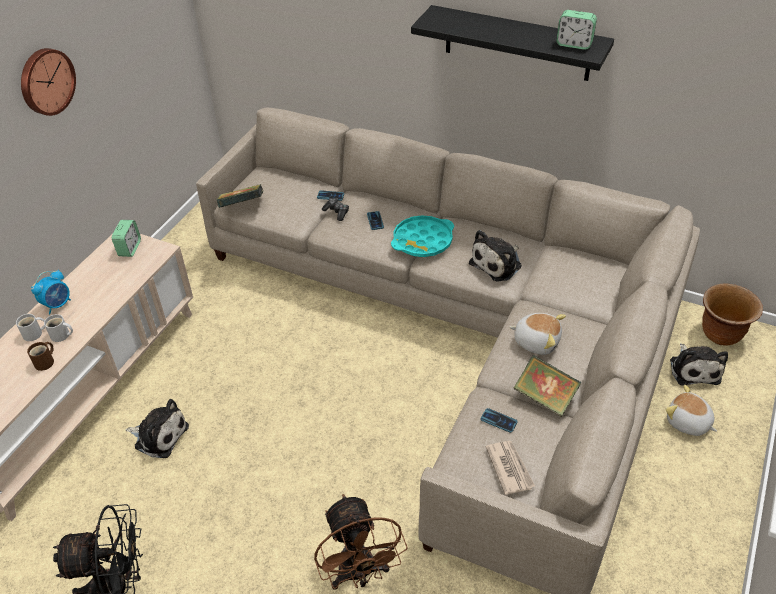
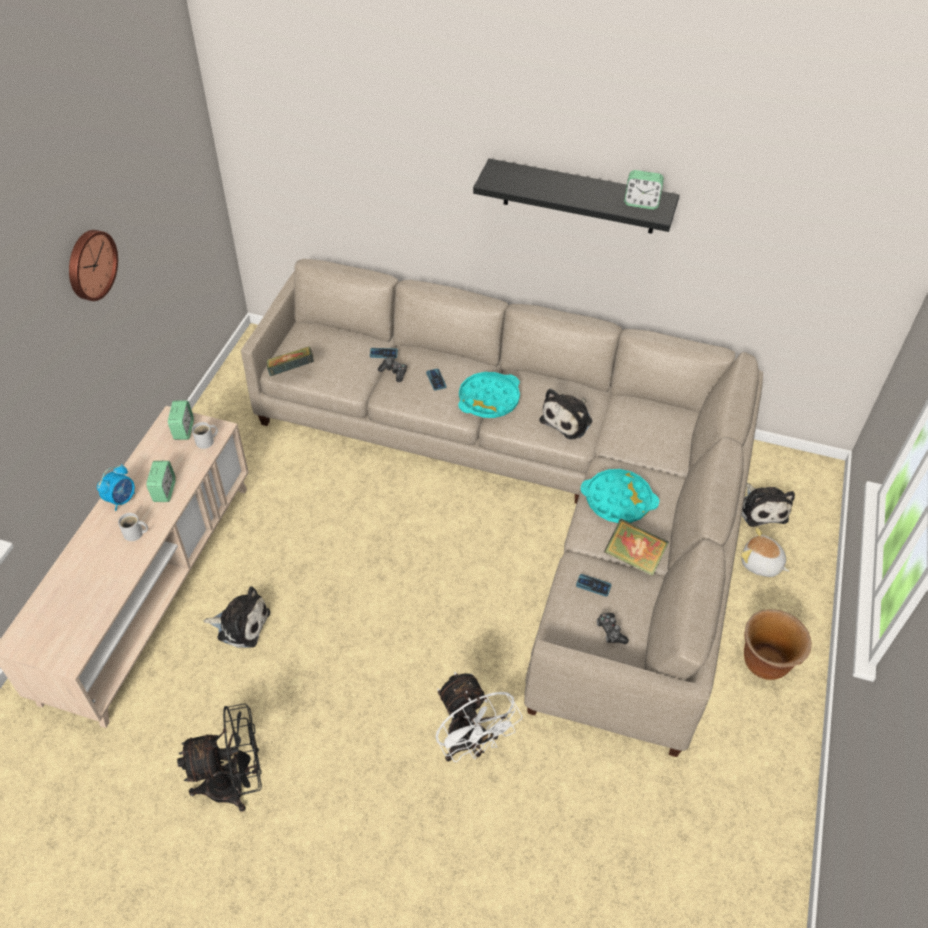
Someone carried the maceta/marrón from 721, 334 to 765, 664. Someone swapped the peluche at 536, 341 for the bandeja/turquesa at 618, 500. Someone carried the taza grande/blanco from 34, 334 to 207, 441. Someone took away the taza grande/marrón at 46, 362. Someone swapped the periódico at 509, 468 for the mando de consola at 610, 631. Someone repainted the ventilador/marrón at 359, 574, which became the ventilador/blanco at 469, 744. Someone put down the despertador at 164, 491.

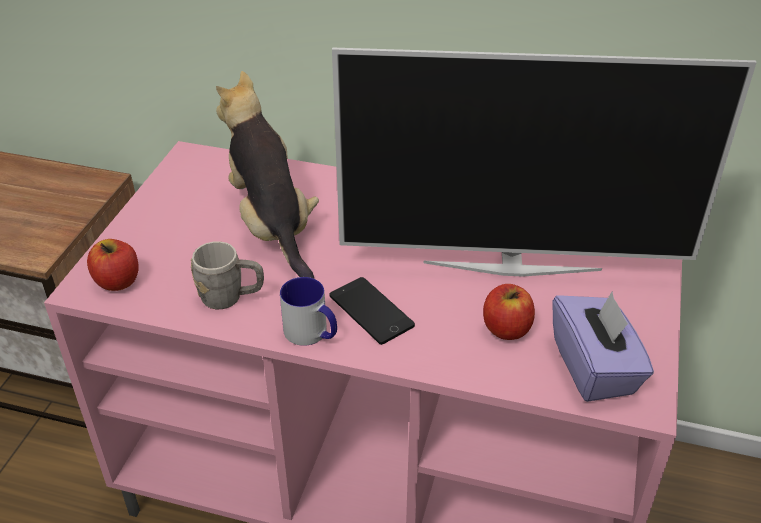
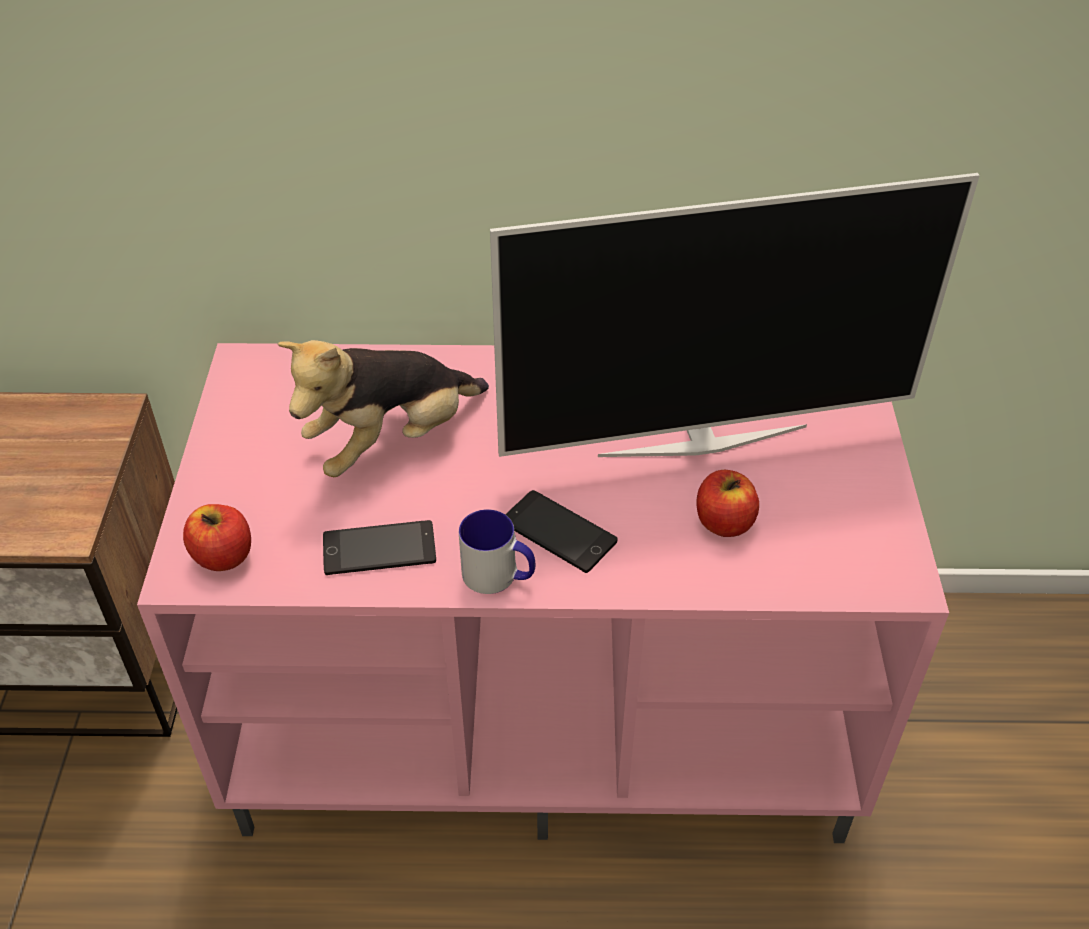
Someone rotated the peluche at 272, 225 by 90 degrees counterclockwise. Someone swapped the taza grande/gris at 231, 297 for the móvil at 379, 549. Someone took away the caja de pañuelos/morado at 594, 368.

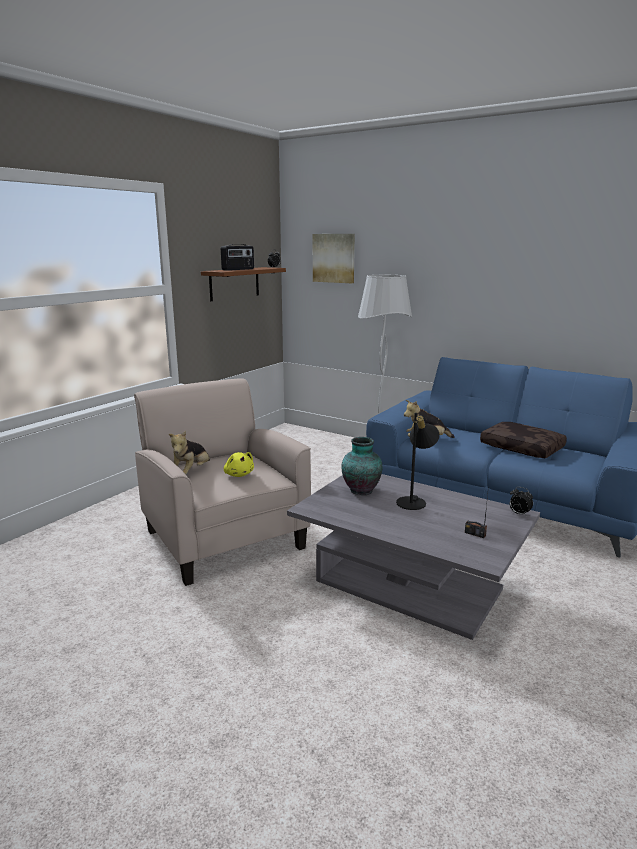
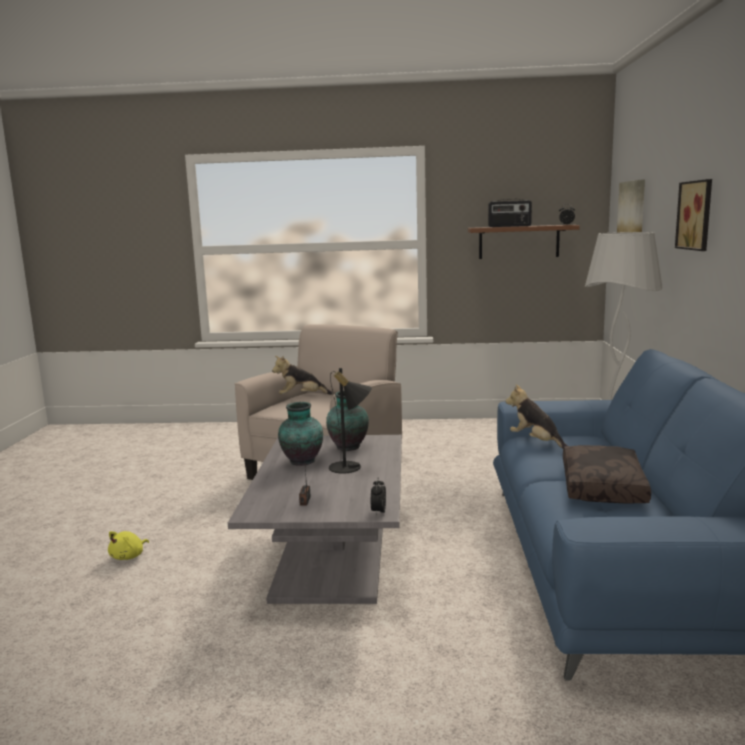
Someone carried the peluche/amarillo from 239, 474 to 129, 556. Someone put up the cuadro at 697, 215. Someone put down the florero at 301, 462.

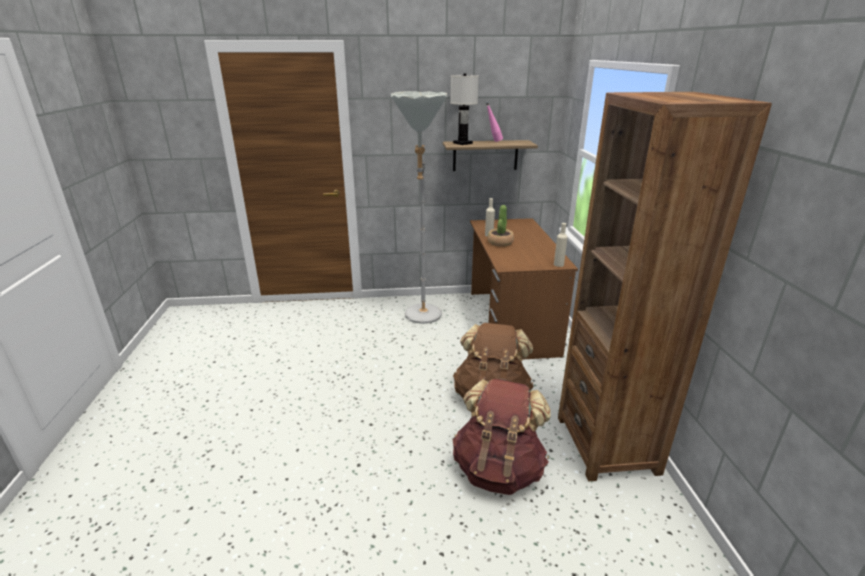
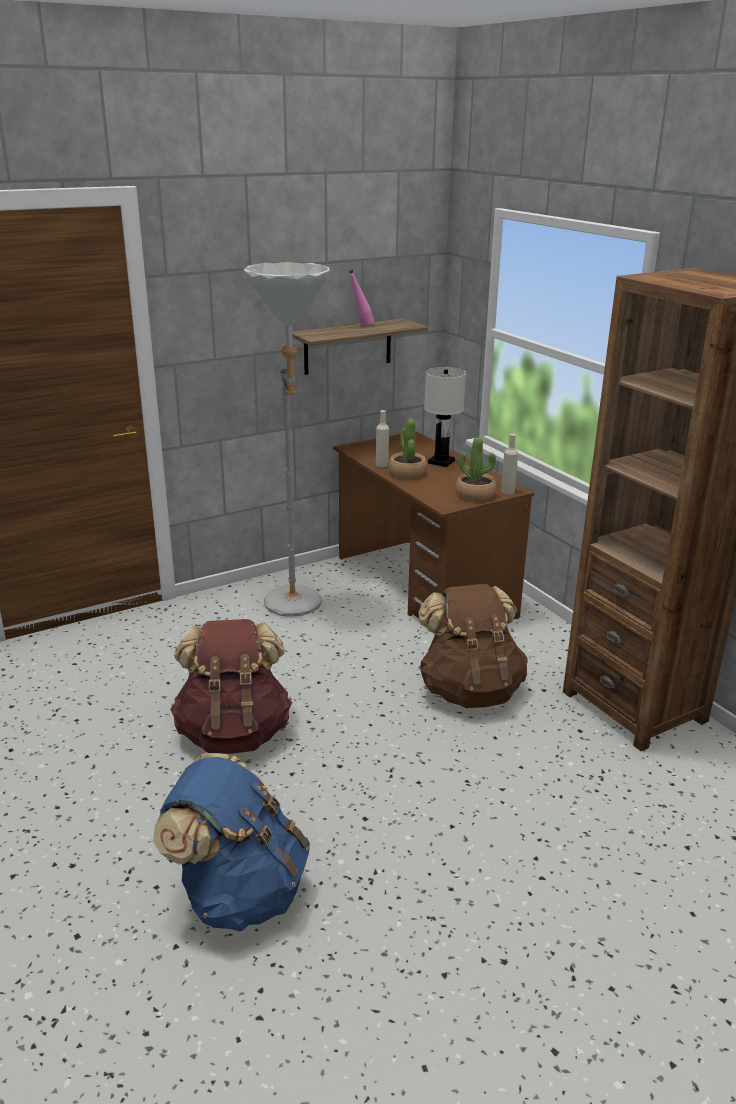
Someone carried the lámpara de mesa/blanco from 462, 143 to 440, 462. Someone carried the mochila/marrón from 498, 469 to 234, 733. Someone put down the planta en maceta at 475, 494. Someone put down the mochila/azul at 239, 892.

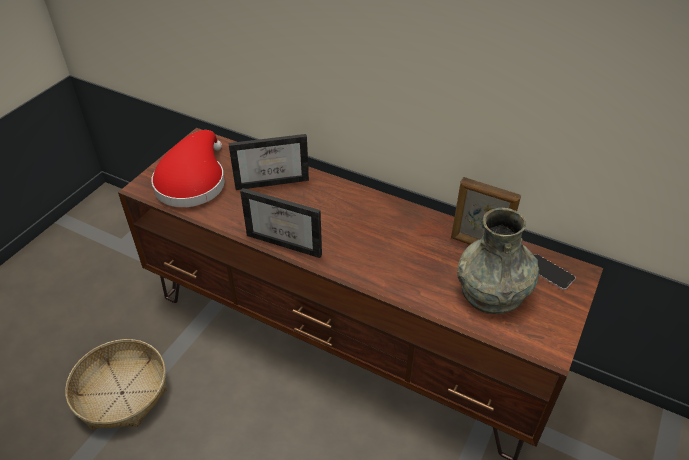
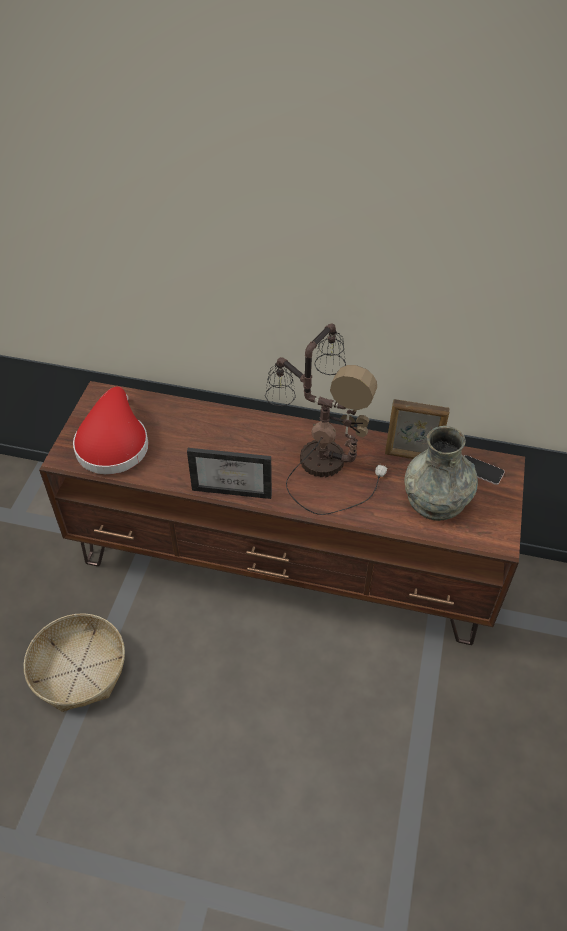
Someone took away the portarretratos at 273, 179. Someone put down the lámpara de mesa at 320, 458.

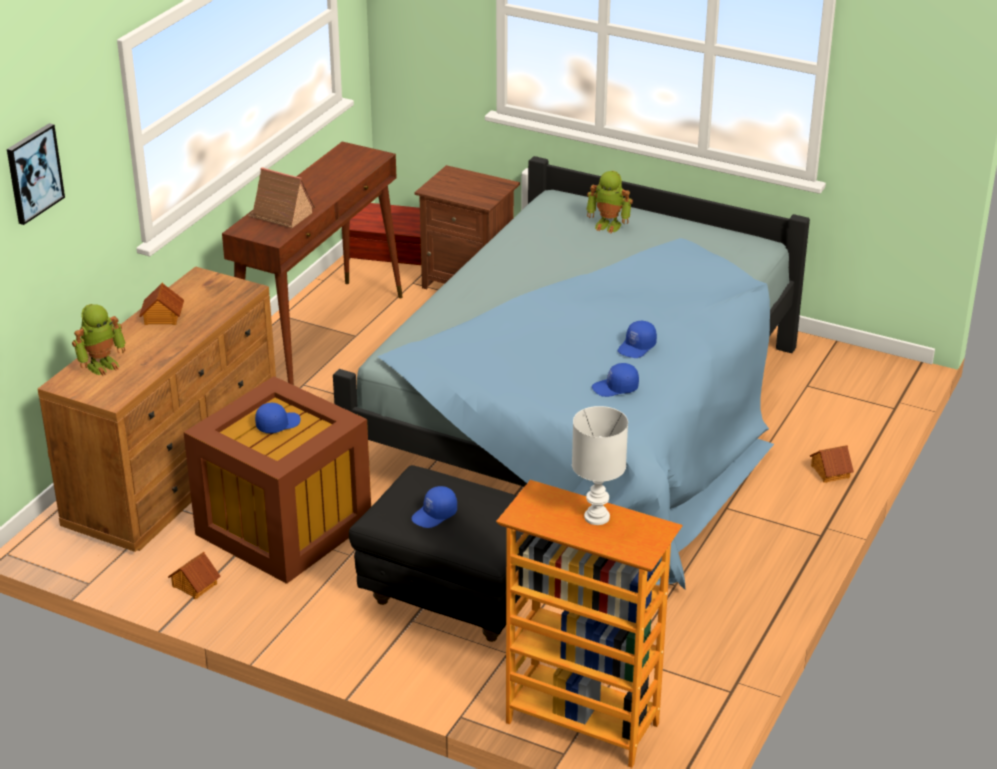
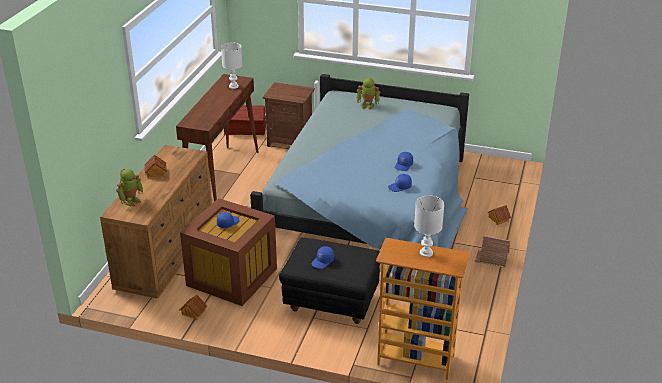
Someone took away the cuadro at 33, 173. Someone carried the casita from 281, 215 to 492, 259. Someone put down the lámpara de mesa/blanco at 233, 86.

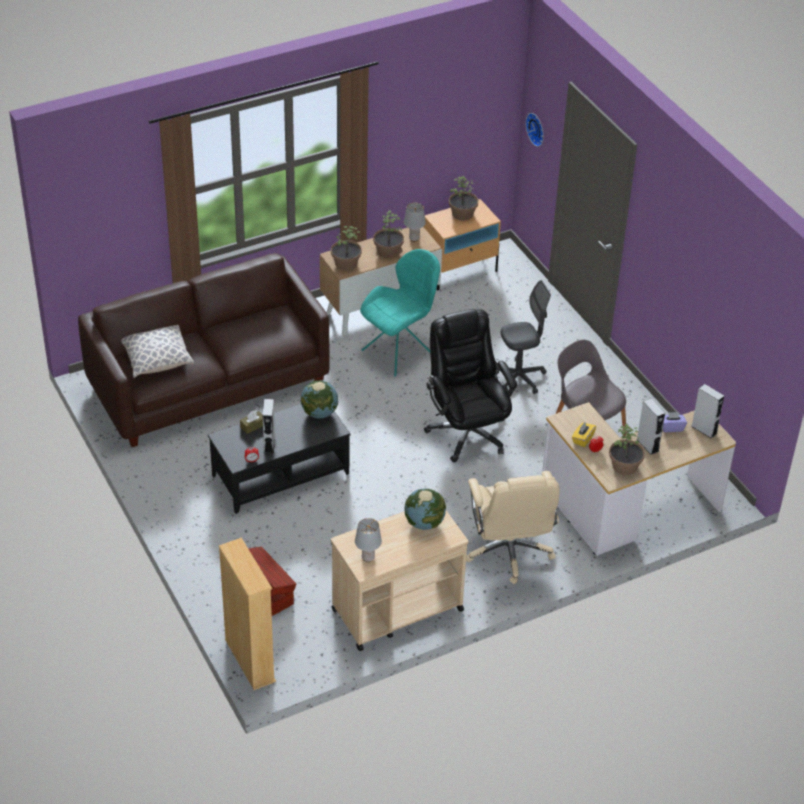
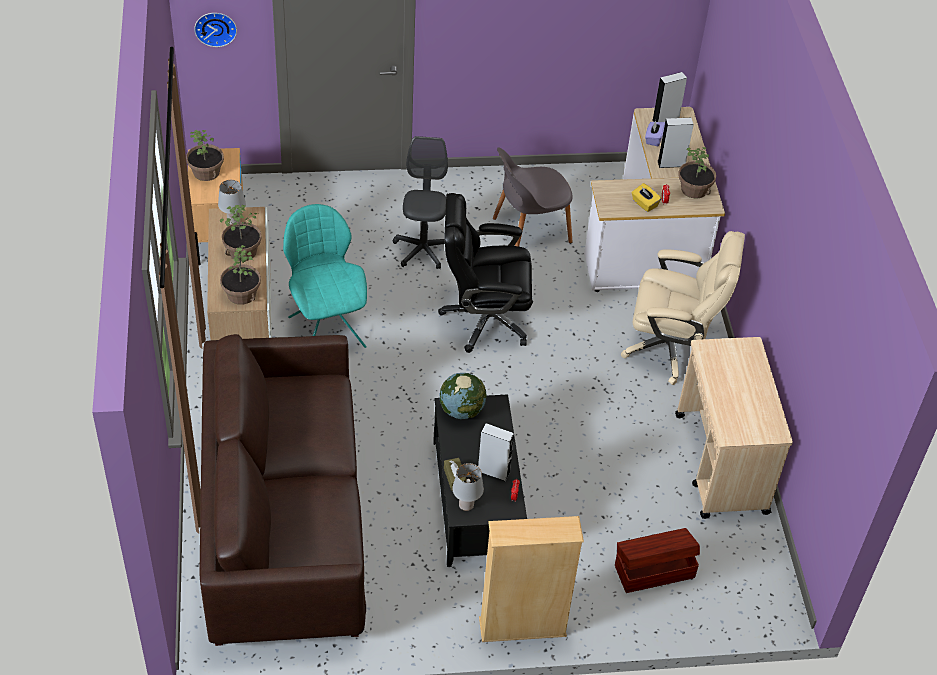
Someone took away the cojín at 157, 360. Someone took away the globo terráqueo at 424, 523. Someone carried the lámpara de mesa/gris from 368, 558 to 466, 505. Someone carried the estantería/beis from 249, 660 to 522, 627.

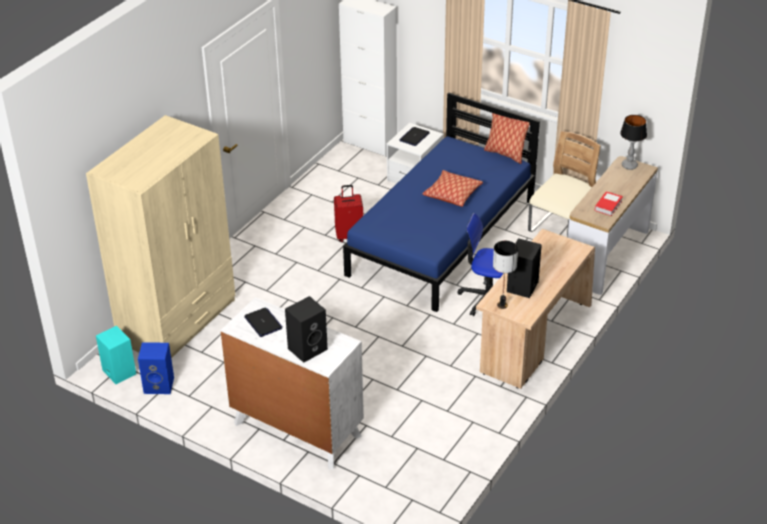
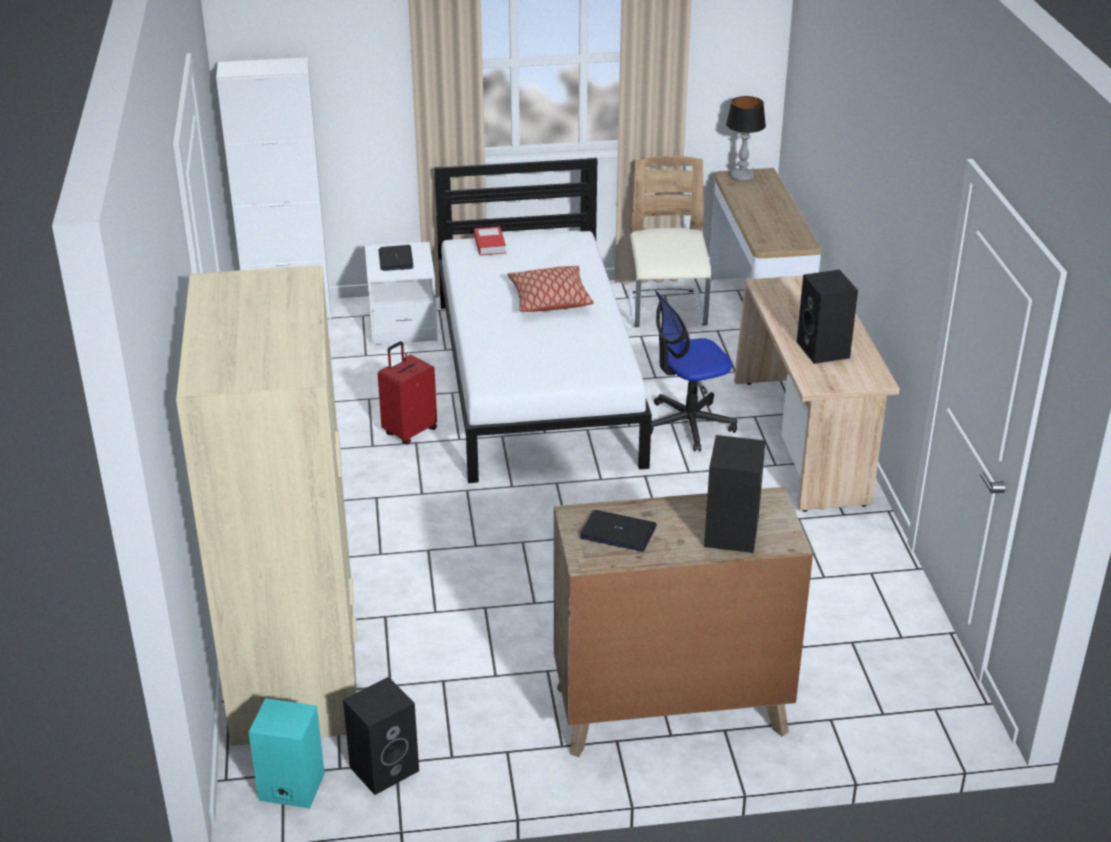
Someone repainted the cama/azul at 442, 238, which became the cama/blanco at 537, 381. Someone took away the cojín at 505, 154. Someone carried the libro from 608, 206 to 489, 244. Someone took away the lámpara de mesa at 502, 305. Someone repainted the cómoda/blanco at 297, 429, which became the cómoda/marrón at 670, 710. Someone repainted the altavoz/azul at 160, 385, which became the altavoz/negro at 385, 767.

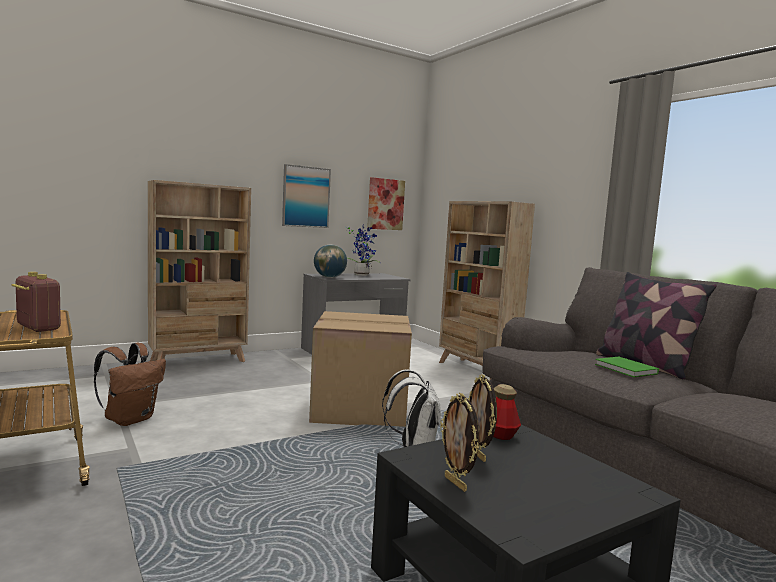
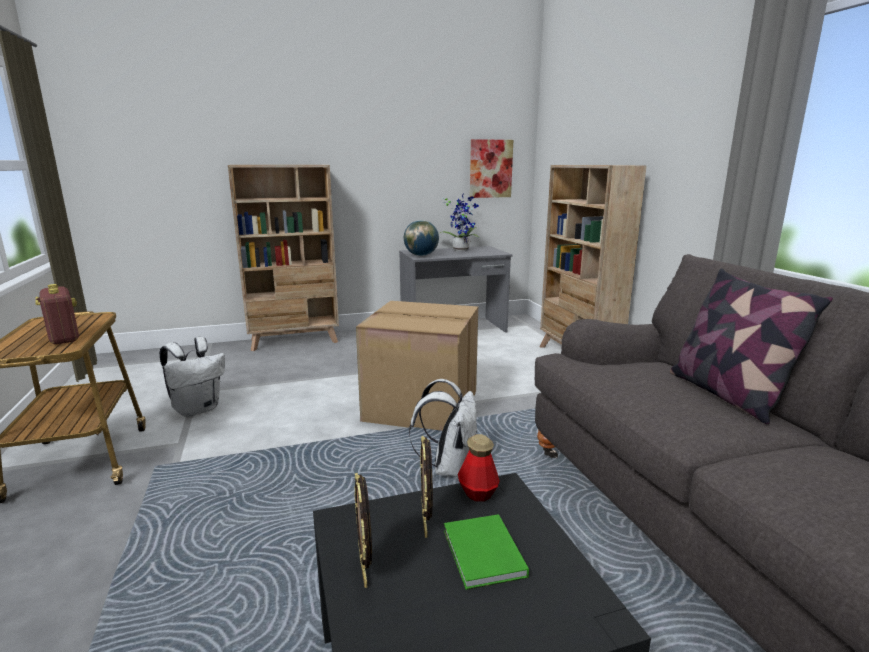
Someone took away the cuadro at 306, 197. Someone repainted the mochila/marrón at 130, 419, which became the mochila/blanco at 197, 409. Someone carried the libro/verde from 626, 369 to 483, 555.

